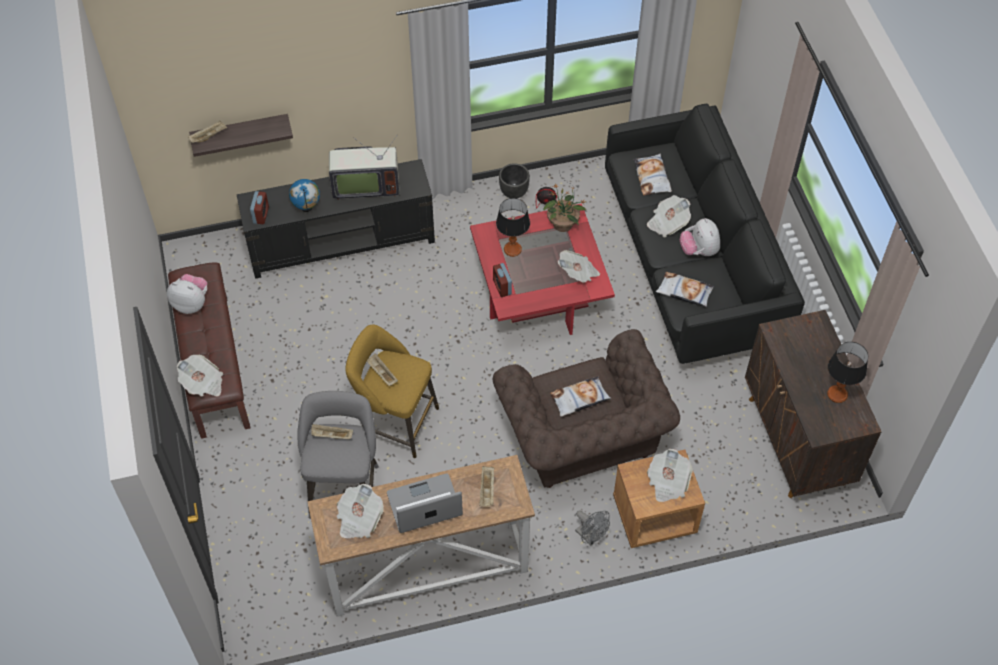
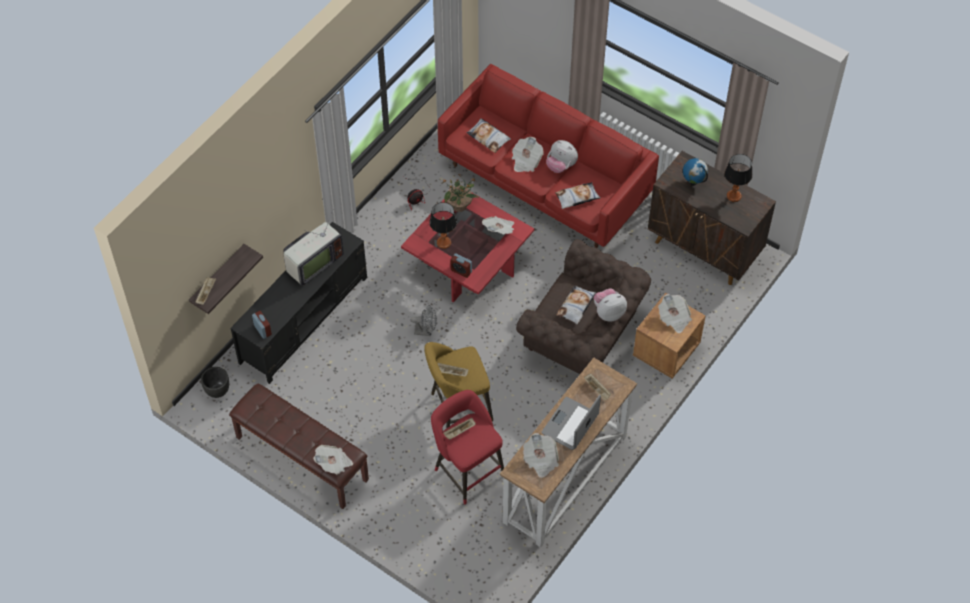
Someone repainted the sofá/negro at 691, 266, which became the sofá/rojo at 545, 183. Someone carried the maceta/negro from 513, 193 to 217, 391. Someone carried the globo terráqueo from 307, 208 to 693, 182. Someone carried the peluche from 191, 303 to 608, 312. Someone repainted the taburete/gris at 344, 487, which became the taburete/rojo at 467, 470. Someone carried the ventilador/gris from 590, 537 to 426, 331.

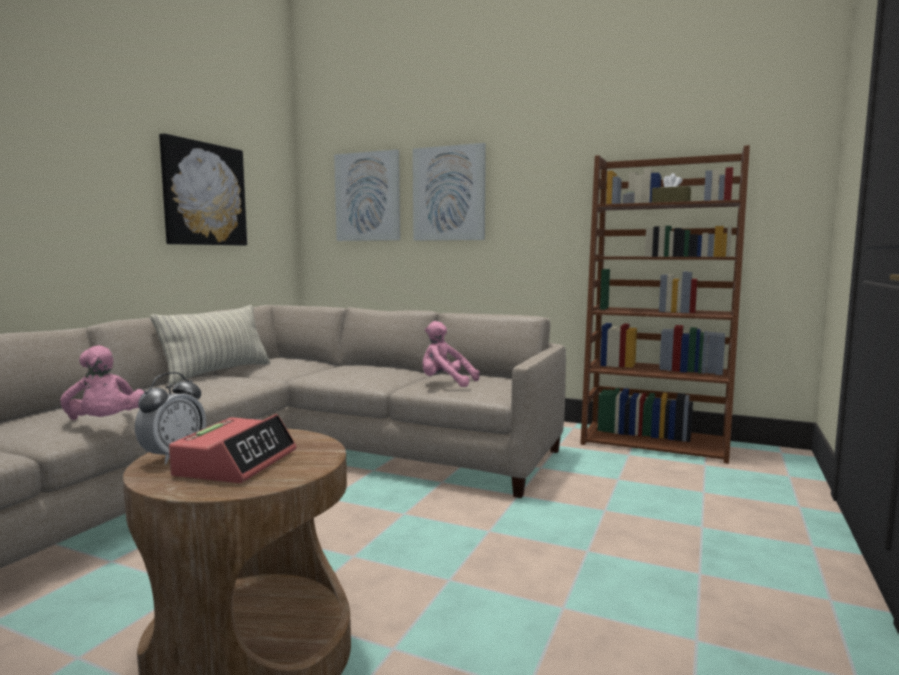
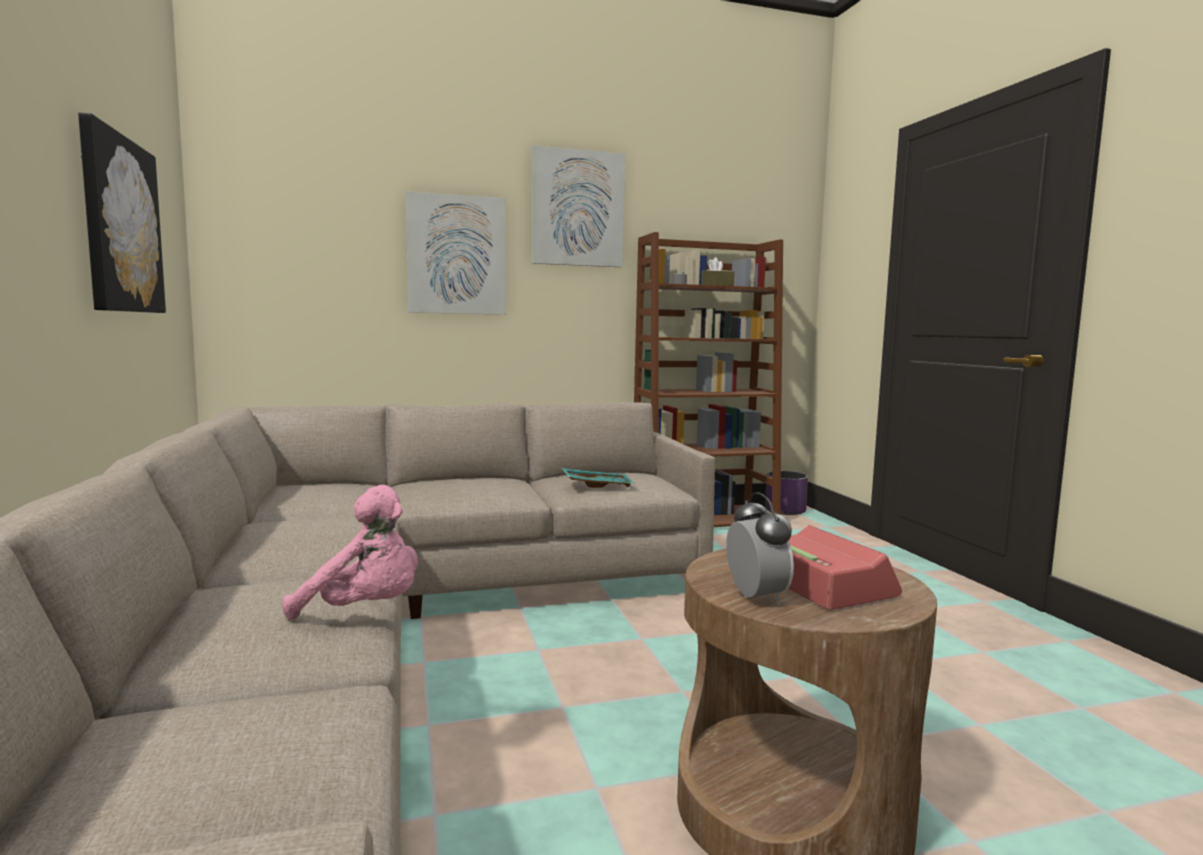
Someone carried the cuadro from 368, 197 to 577, 208. Someone took away the cojín at 217, 373. Someone swapped the peluche/rosa at 445, 383 for the bandeja/turquesa at 597, 485. Someone put down the maceta/morado at 785, 510.

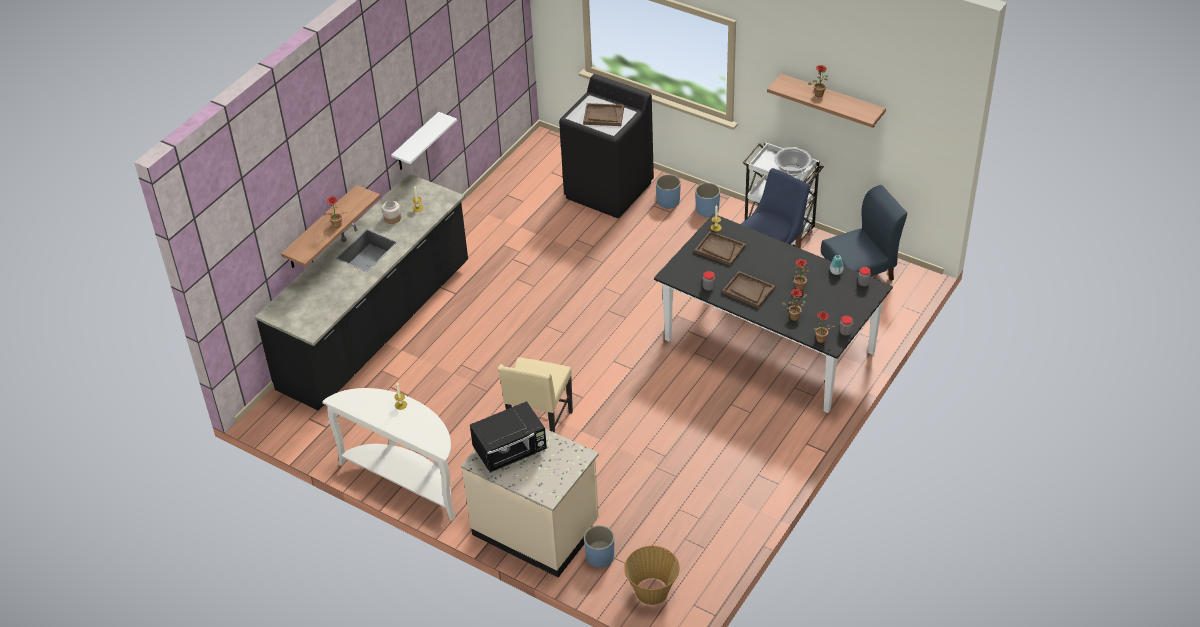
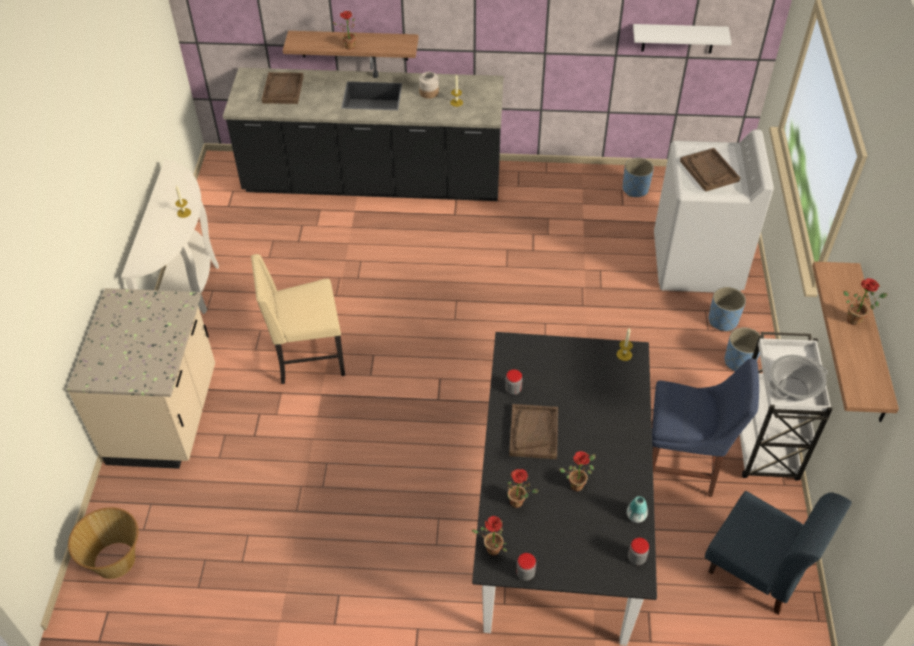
Someone repainted the lavadora/negro at 609, 190, which became the lavadora/blanco at 697, 263. Someone carried the estante/blanco from 416, 143 to 678, 38. Someone carried the bandeja/marrón from 720, 249 to 283, 89. Someone took away the microondas/negro at 511, 451. Someone carried the maceta/azul from 599, 556 to 635, 189.

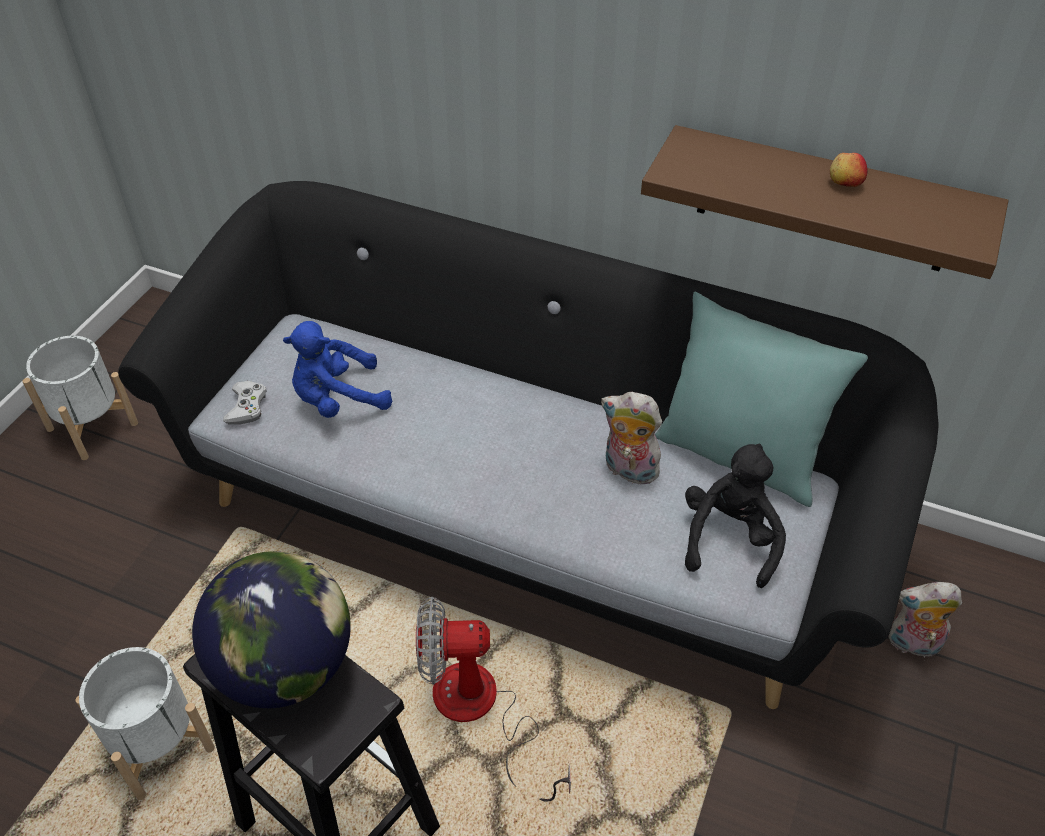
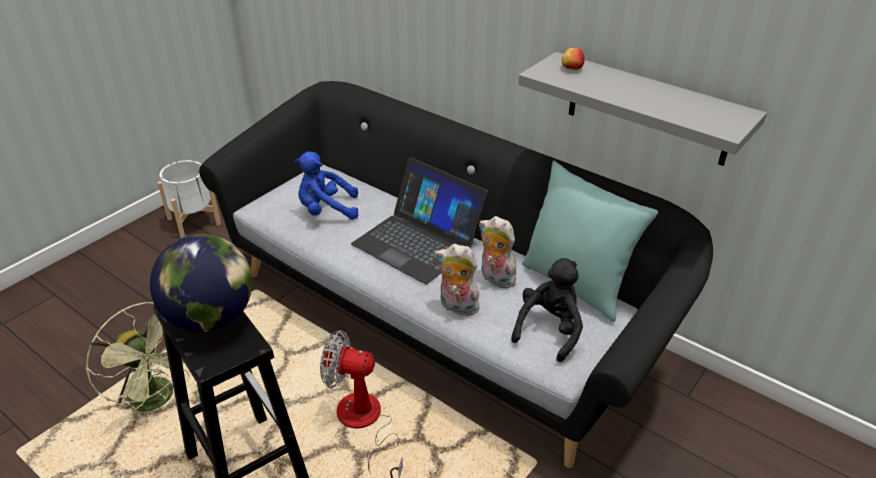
Someone repainted the estante/marrón at 824, 200, which became the estante/gris at 648, 109. Someone carried the manzana from 844, 183 to 571, 68. Someone took away the mando de consola/blanco at 247, 407. Someone carried the peluche from 912, 644 to 457, 307. Someone swapped the maceta/blanco at 158, 745 for the ventilador/verde at 158, 399. Someone put down the portátil at 418, 241.

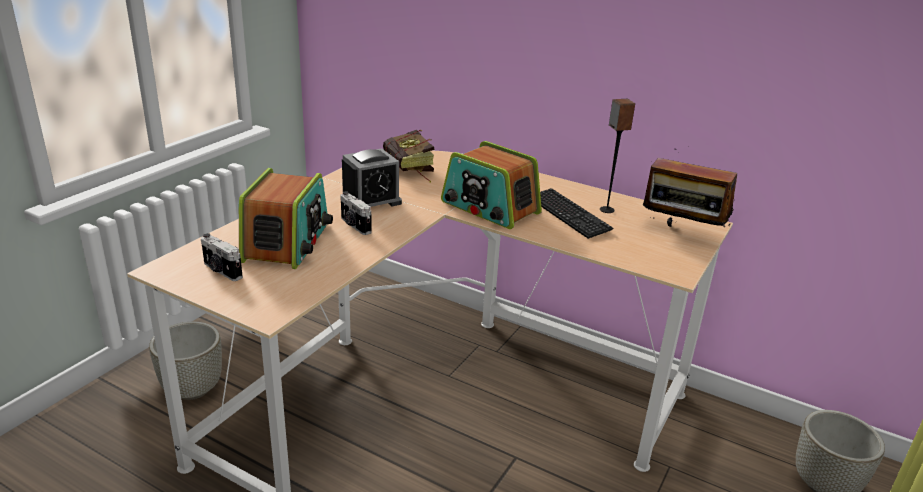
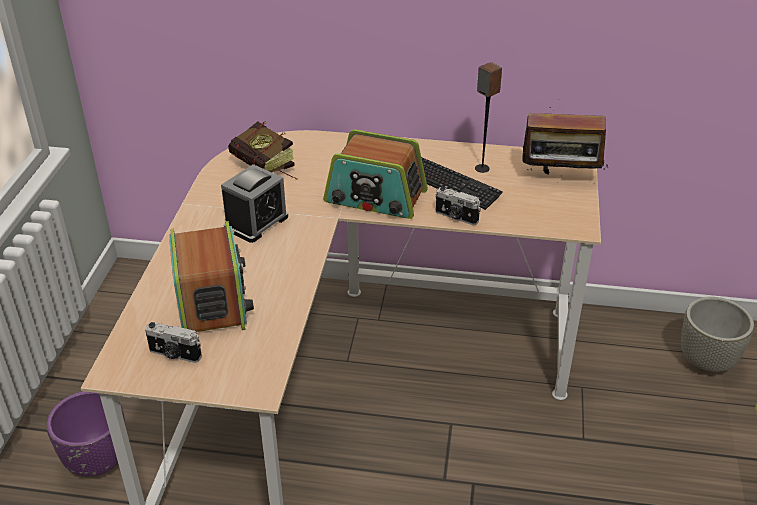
Someone carried the cámara from 354, 225 to 456, 217. Someone repainted the maceta/gris at 193, 389, which became the maceta/morado at 97, 460.

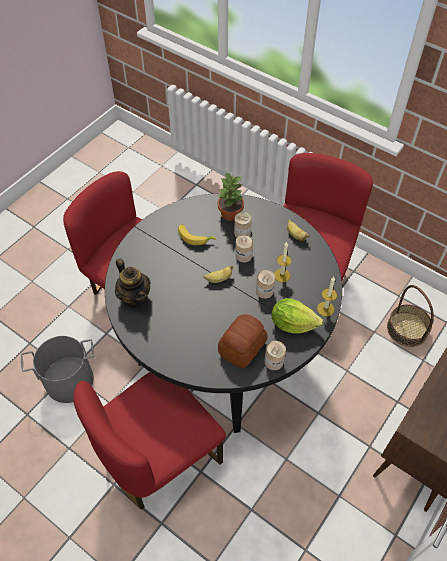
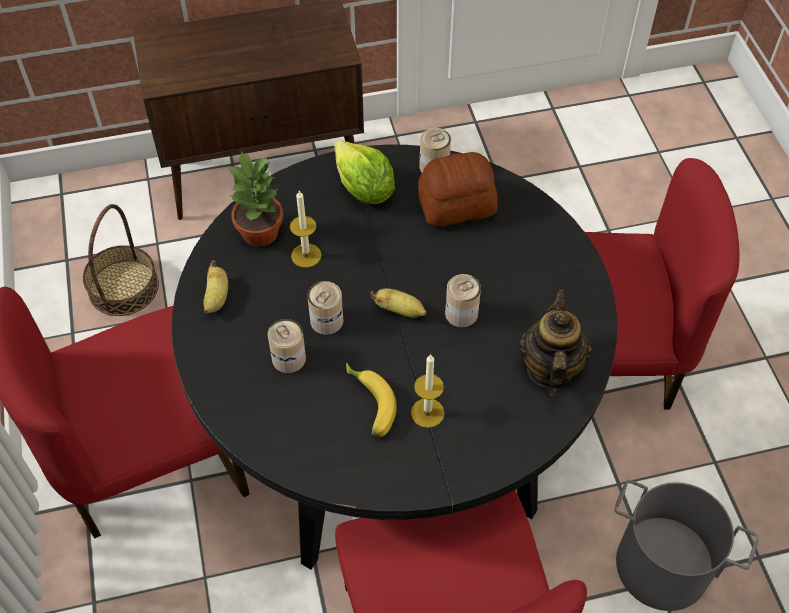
Someone carried the planta en maceta from 230, 214 to 261, 232. Someone carried the lata from 264, 291 to 461, 313. Someone carried the vela from 325, 309 to 427, 413.

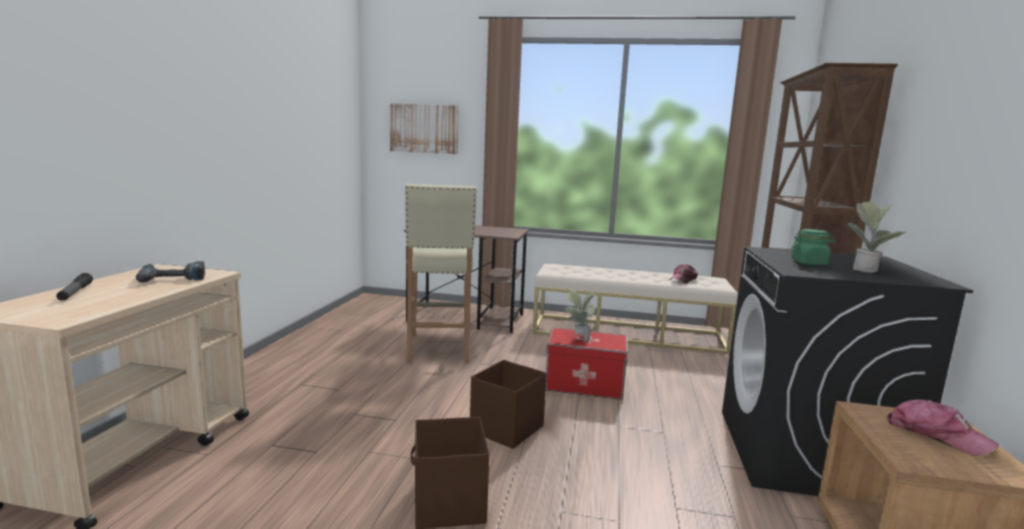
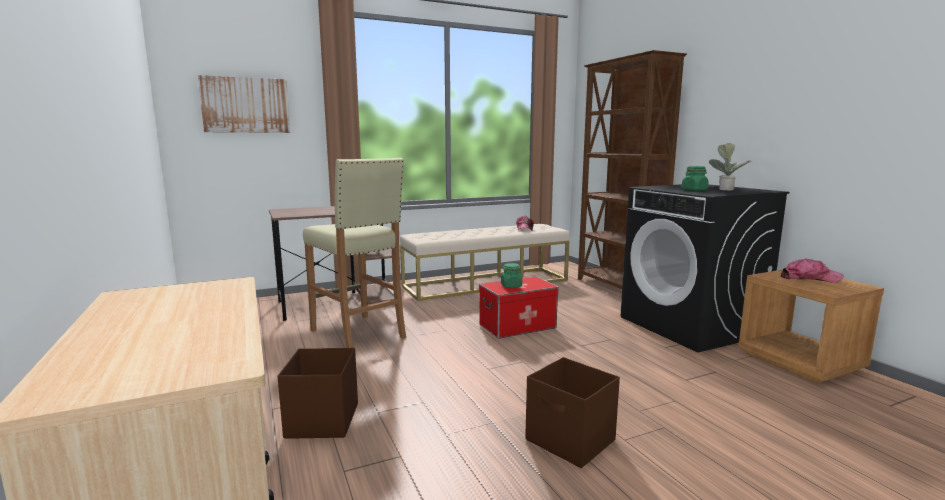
Someone took away the taladro at 173, 277. Someone took away the linterna at 75, 292. Someone swapped the planta en maceta at 578, 338 for the tarro/verde at 511, 286. Someone carried the caja de almacenaje/marrón from 505, 429 to 322, 421.

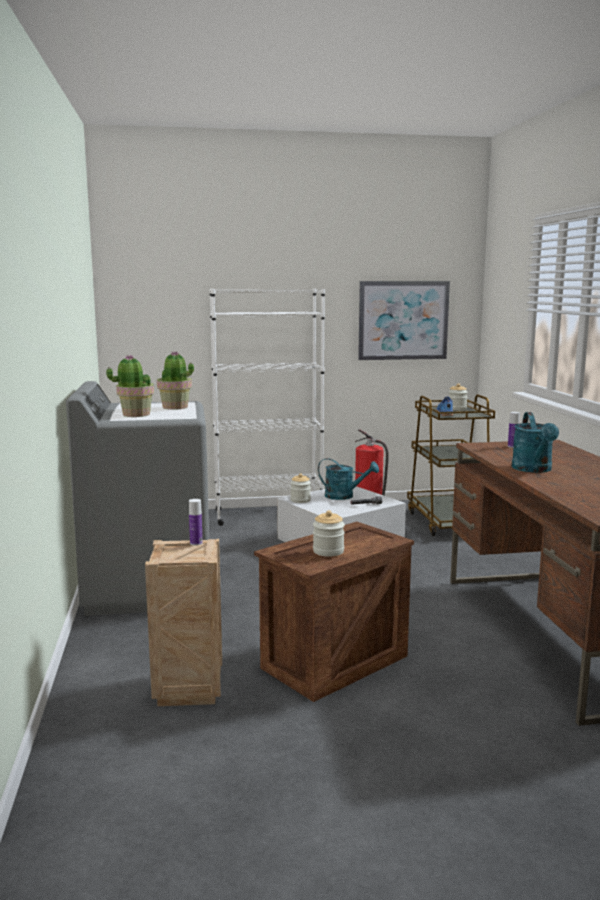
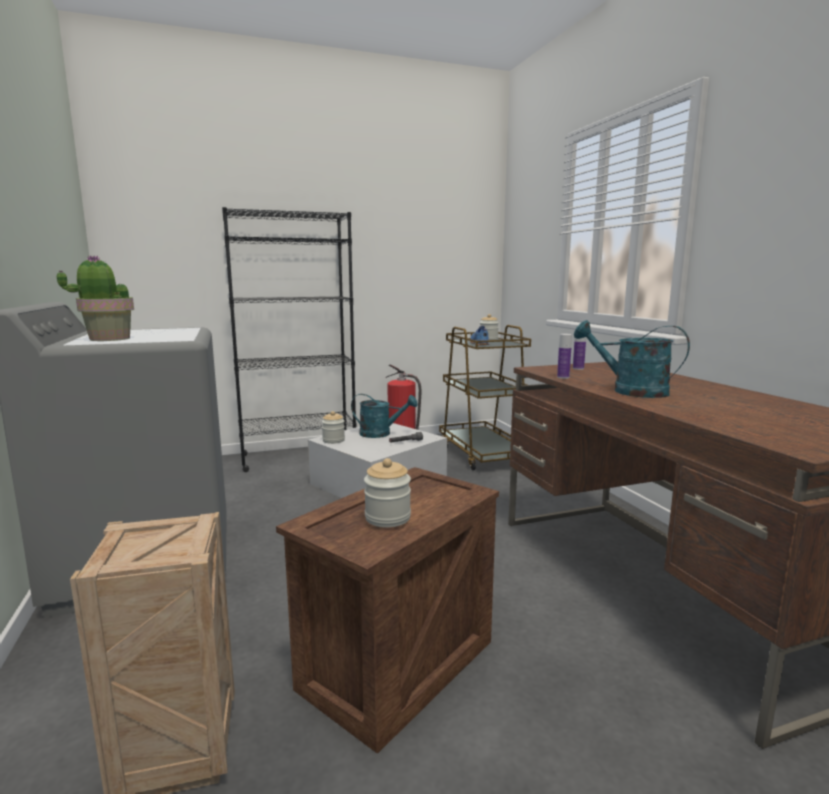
Someone took away the cuadro at 403, 320. Someone repainted the estantería/blanco at 268, 515, which became the estantería/negro at 299, 457. Someone took away the planta en maceta at 175, 407. Someone rotated the regadera/turquesa at 534, 469 by 135 degrees clockwise. Someone carried the botella from 196, 543 to 563, 377.

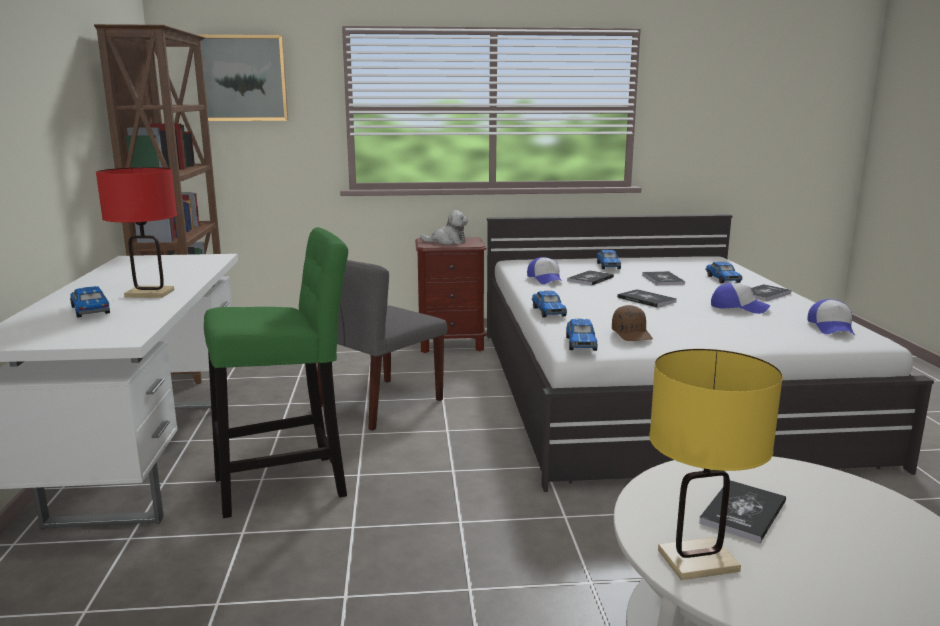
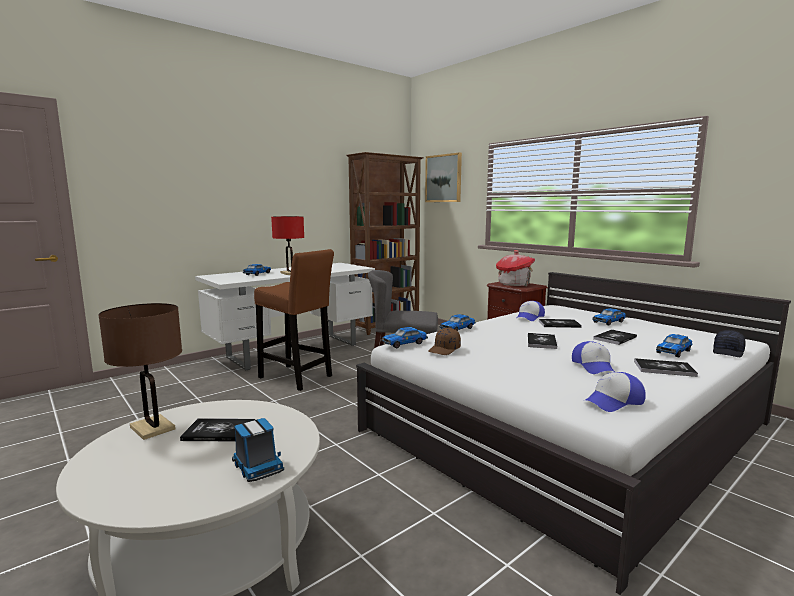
Someone swapped the peluche at 447, 242 for the casita at 514, 284. Someone repainted the taburete/verde at 288, 485, which became the taburete/marrón at 297, 378. Someone repainted the lámpara de mesa/amarillo at 698, 561, which became the lámpara de mesa/marrón at 152, 428. Someone put down the gorra/negro at 728, 352. Someone put down the camión de juguete at 257, 467.

